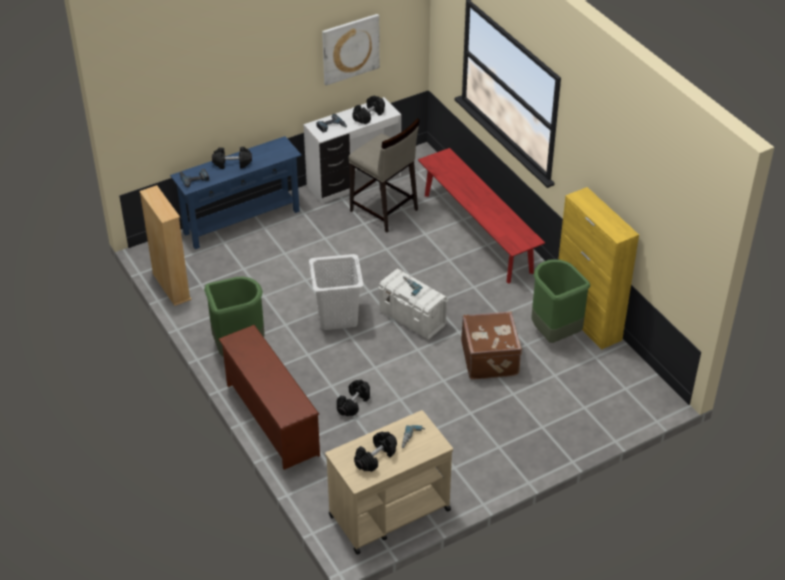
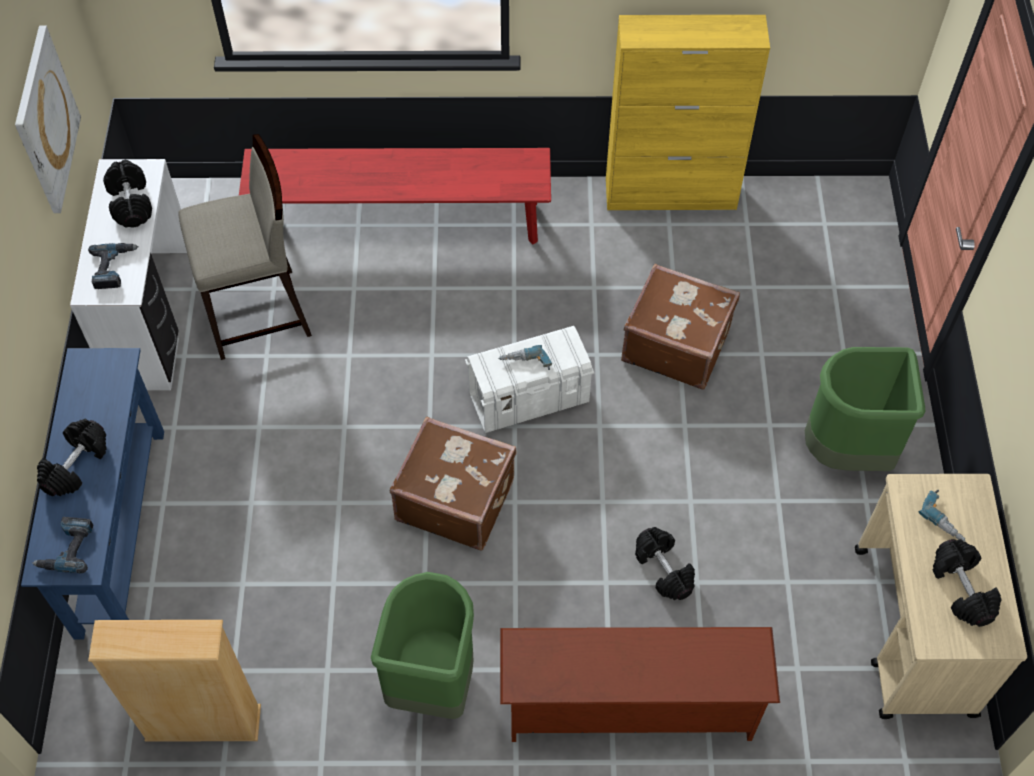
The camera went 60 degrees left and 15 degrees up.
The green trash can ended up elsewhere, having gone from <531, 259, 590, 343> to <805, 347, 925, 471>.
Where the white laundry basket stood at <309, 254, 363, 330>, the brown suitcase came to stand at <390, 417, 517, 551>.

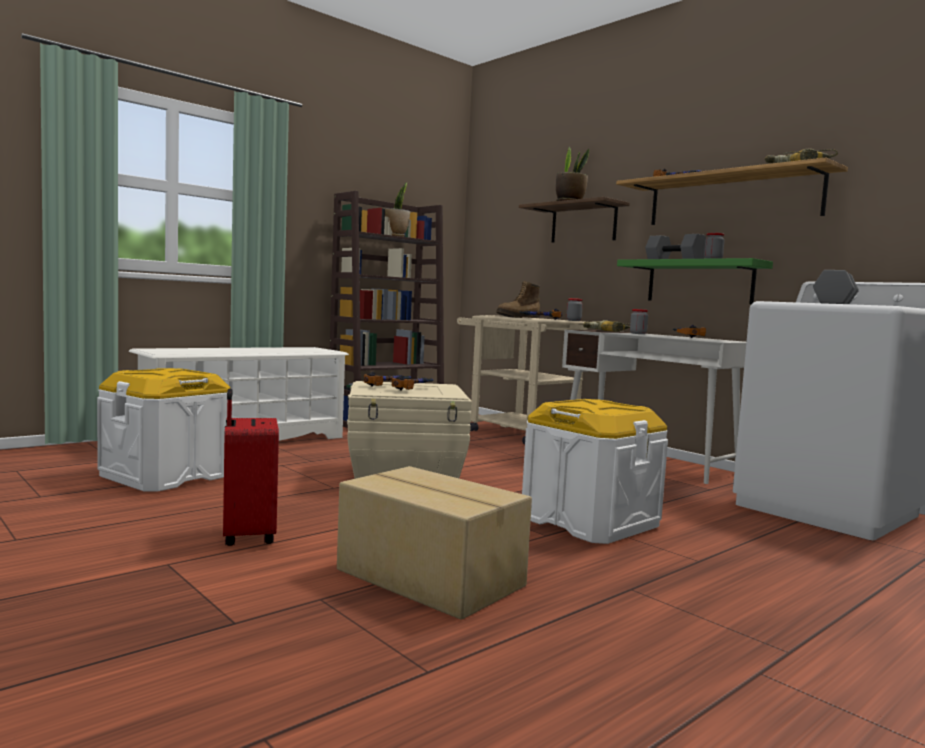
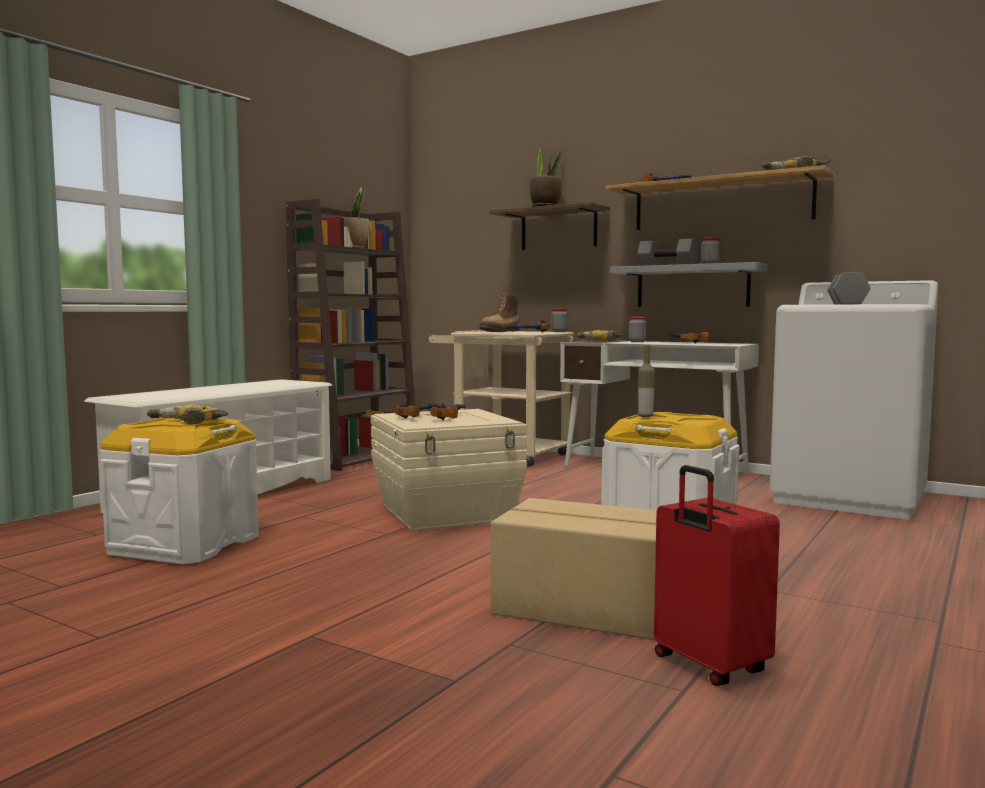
The camera went 15 degrees left and 0 degrees up.
The second view gained the power drill at <147, 405, 228, 425>.
The second view gained the bottle at <638, 346, 655, 417>.
The red suitcase ended up elsewhere, having gone from <223, 389, 279, 546> to <654, 465, 780, 686>.
What was the green shelf at <617, 258, 773, 304> turned into the grey shelf at <610, 262, 767, 307>.

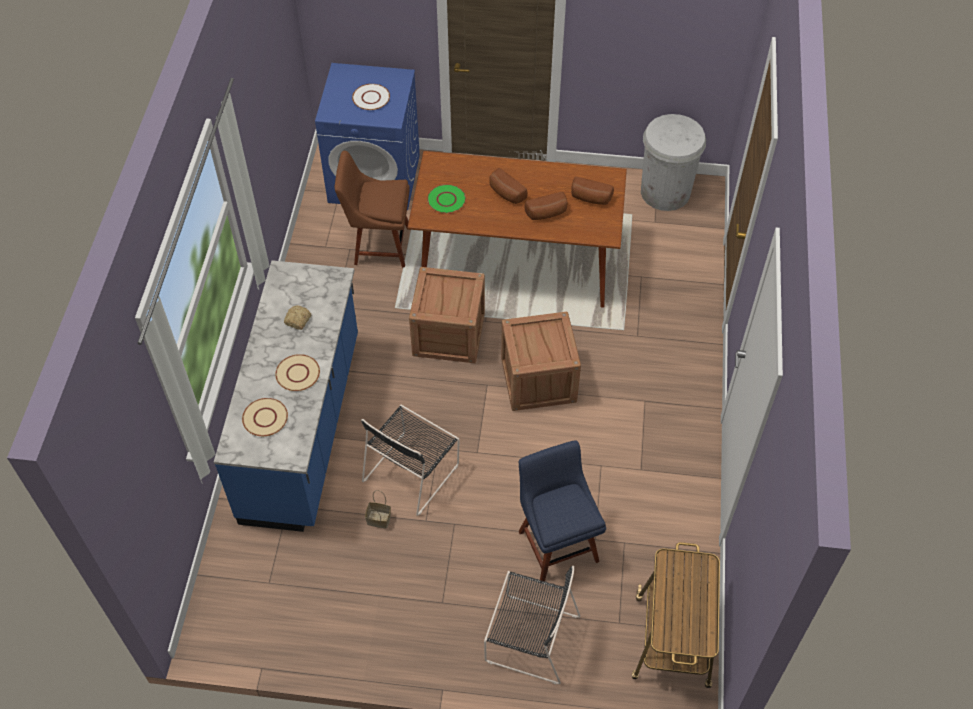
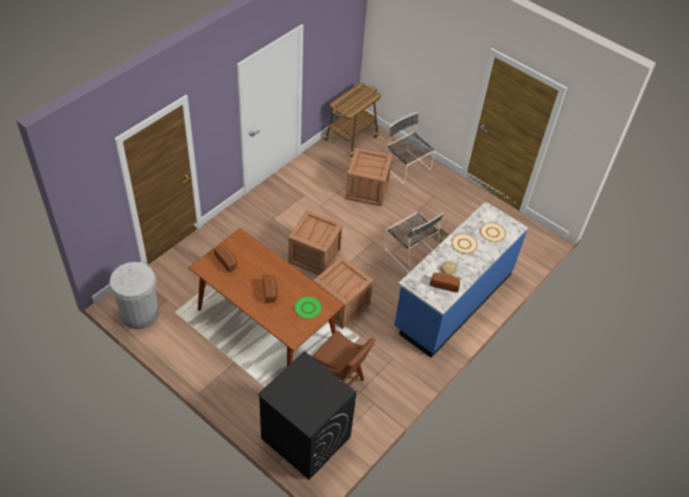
The camera went 150 degrees left and 5 degrees down.
The second view lost the white plate at <352, 84, 390, 110>.
The bread ended up elsewhere, having gone from <525, 192, 568, 220> to <430, 273, 460, 292>.
Where the blue chair stood at <519, 440, 606, 582>, the crate came to stand at <345, 148, 392, 207>.
What was the blue washing machine at <315, 63, 420, 210> turned into the black washing machine at <257, 351, 357, 480>.
The black chair at <361, 405, 459, 516> ended up facing another way, 75 degrees clockwise from before.

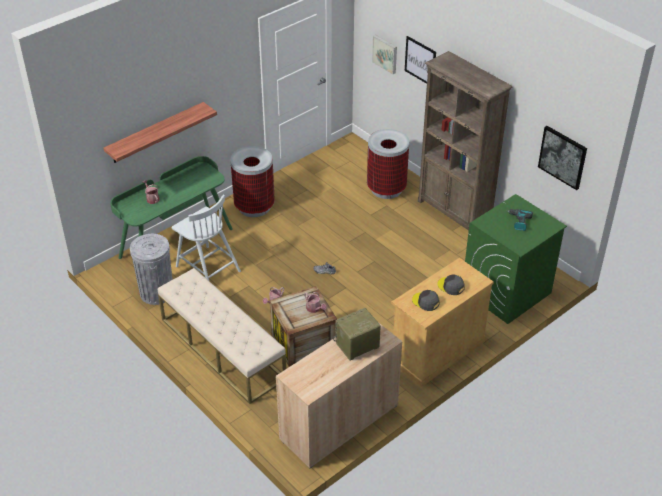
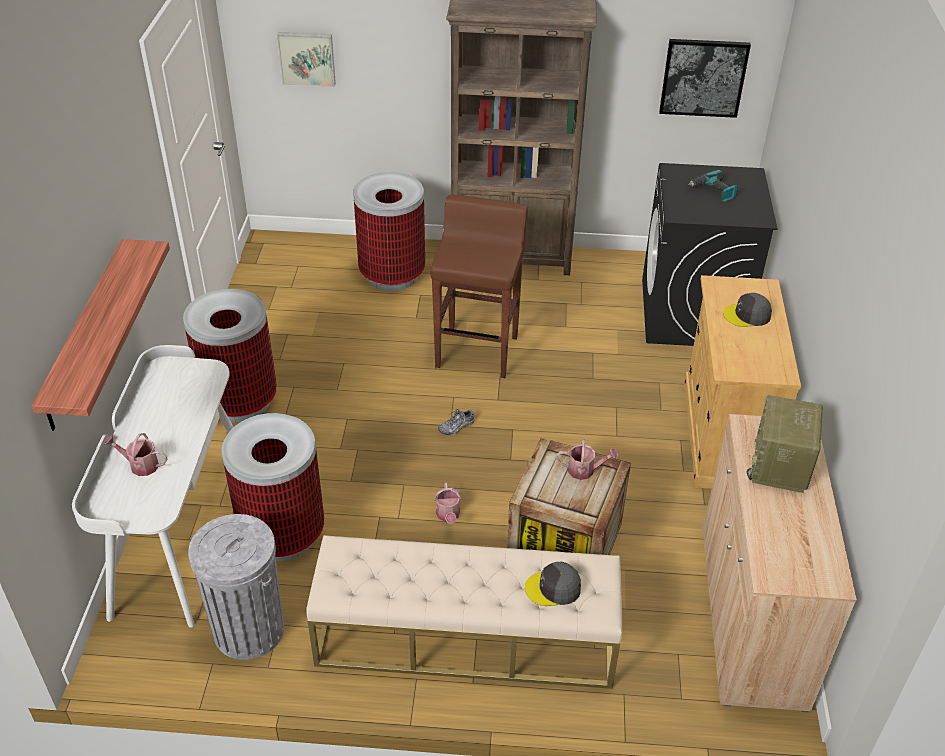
The camera went 45 degrees left and 0 degrees up.
The second view lost the picture at <405, 36, 436, 84>.
The second view gained the brown stool at <430, 195, 528, 378>.
The grey cap ended up elsewhere, having gone from <412, 290, 440, 311> to <525, 562, 581, 606>.
Where the white chair stood at <172, 195, 241, 281>, the trash can came to stand at <221, 413, 324, 561>.
What was the green desk at <110, 156, 233, 259> turned into the white desk at <72, 345, 233, 628>.
What was the green washing machine at <465, 194, 567, 324> turned into the black washing machine at <642, 163, 777, 346>.

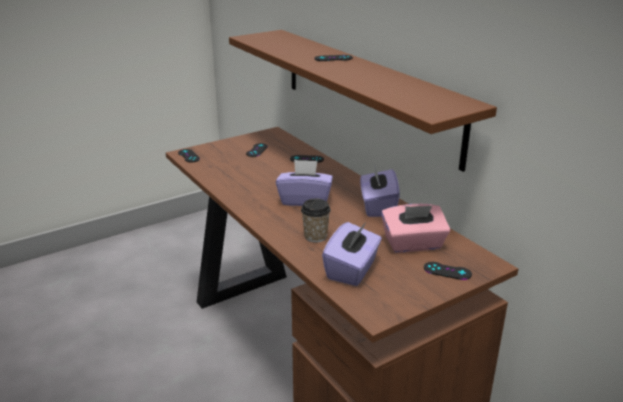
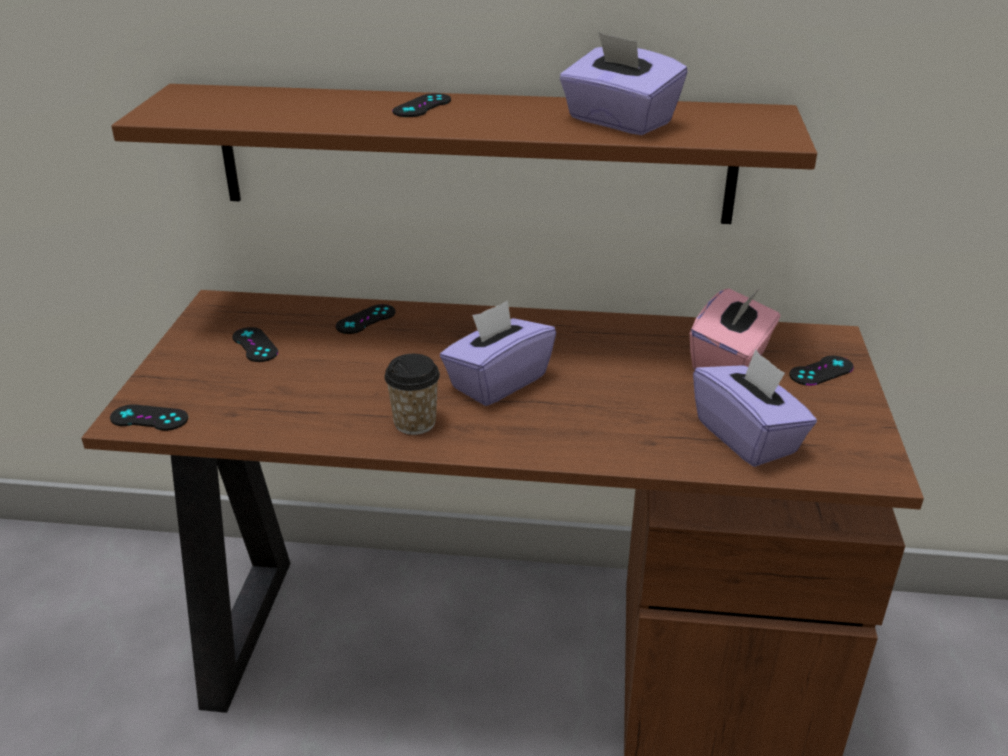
The camera went 50 degrees left and 5 degrees up.
The cup ended up elsewhere, having gone from <301, 199, 331, 242> to <384, 354, 440, 435>.
The purple tissue box ended up elsewhere, having gone from <360, 164, 400, 217> to <560, 32, 688, 135>.

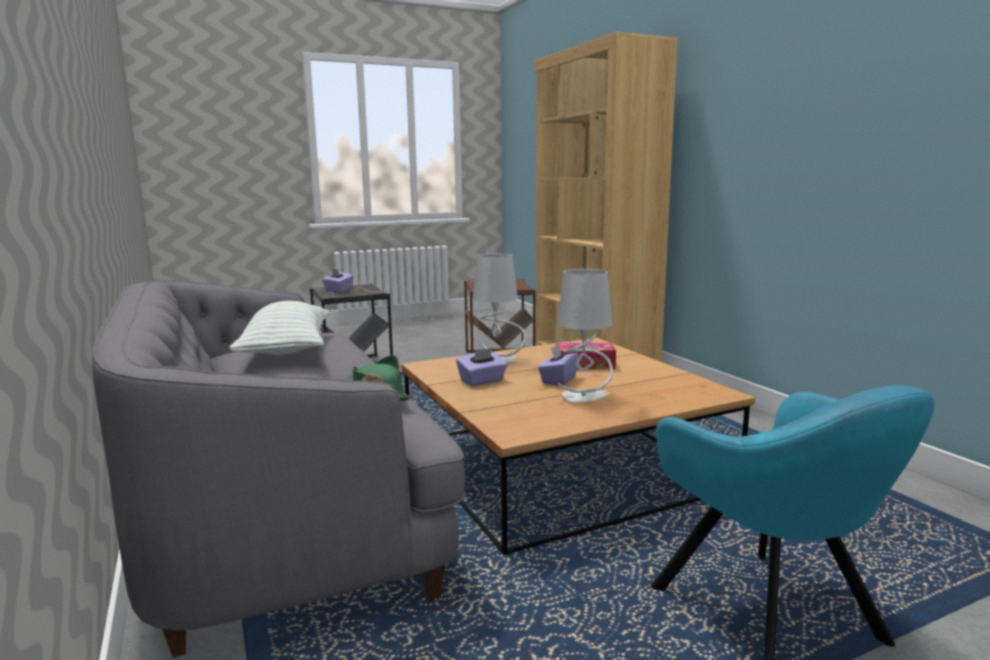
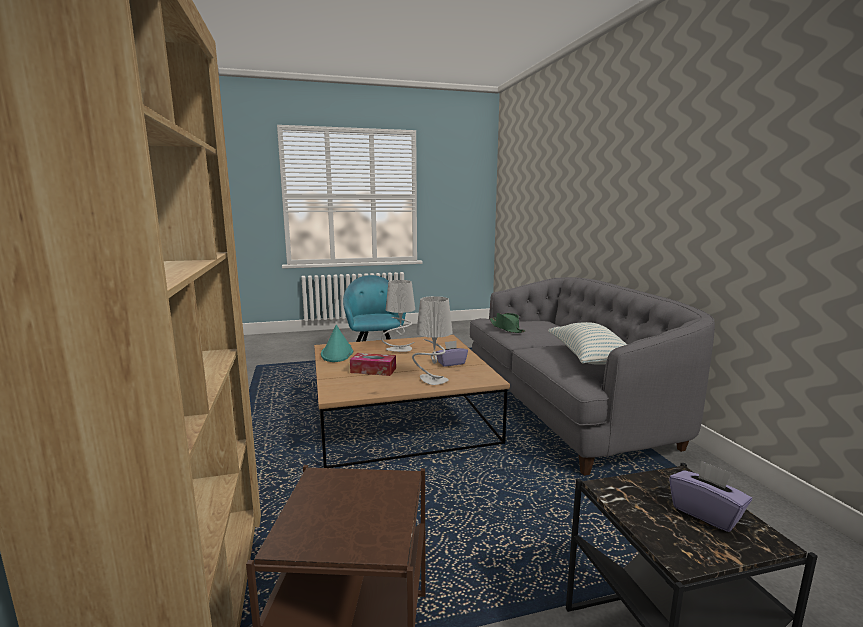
The camera went 170 degrees left and 0 degrees up.
The second view lost the purple tissue box at <538, 344, 579, 386>.
The second view gained the turquoise hat at <321, 325, 353, 362>.

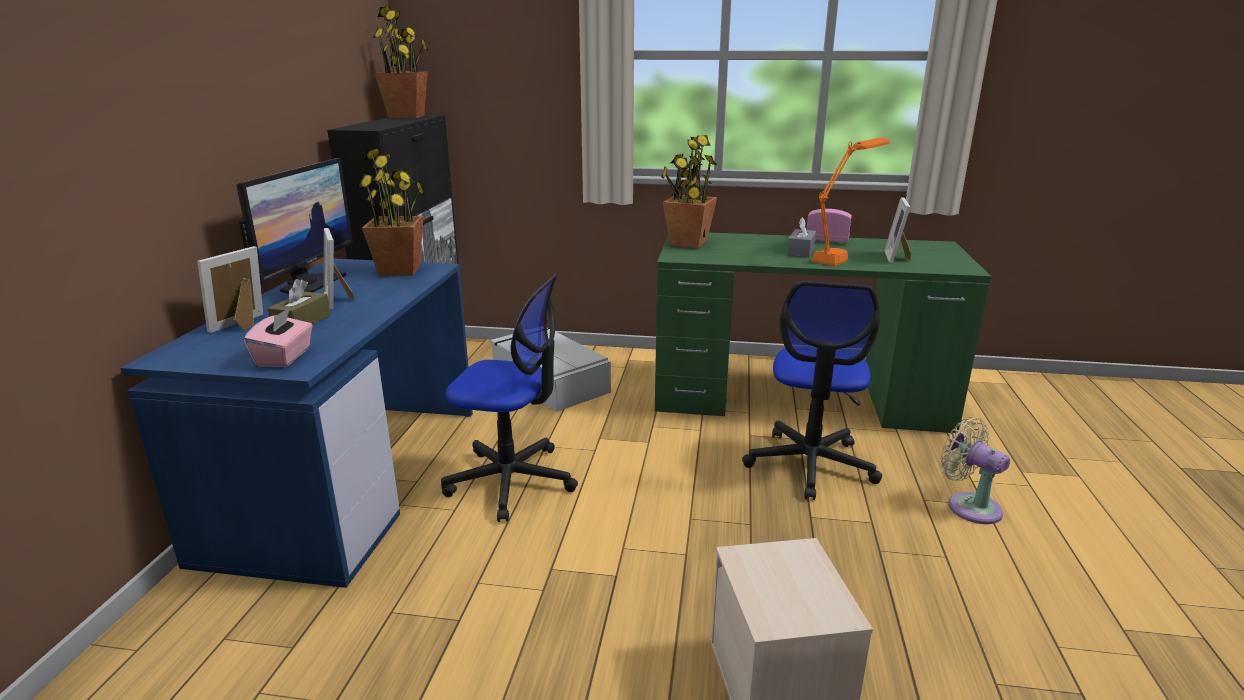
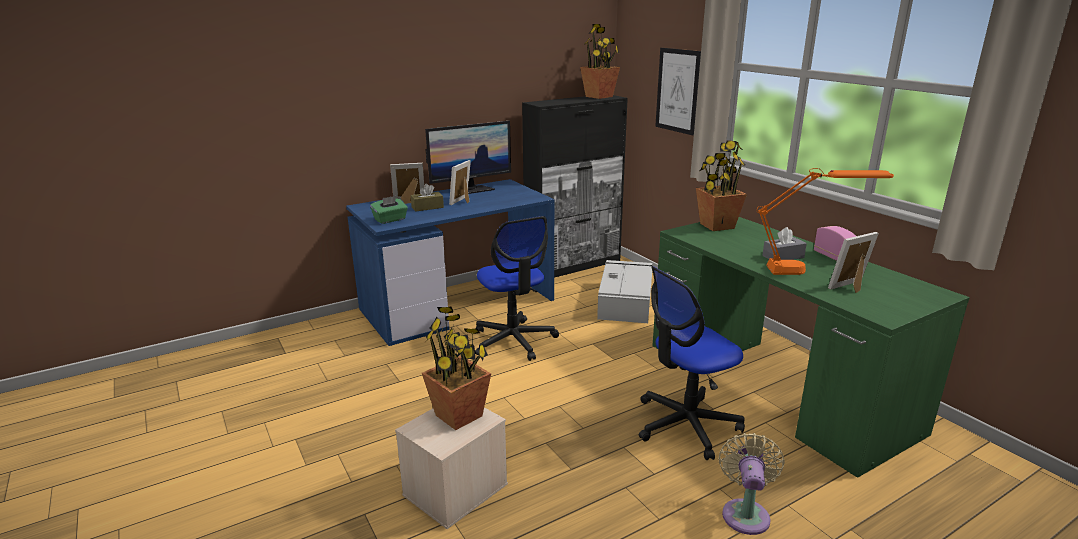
The camera went 50 degrees right and 0 degrees up.
The second view gained the picture at <655, 48, 701, 135>.
The potted plant ended up elsewhere, having gone from <358, 148, 426, 276> to <422, 307, 491, 430>.
What was the pink tissue box at <244, 307, 313, 367> turned into the green tissue box at <370, 196, 408, 224>.

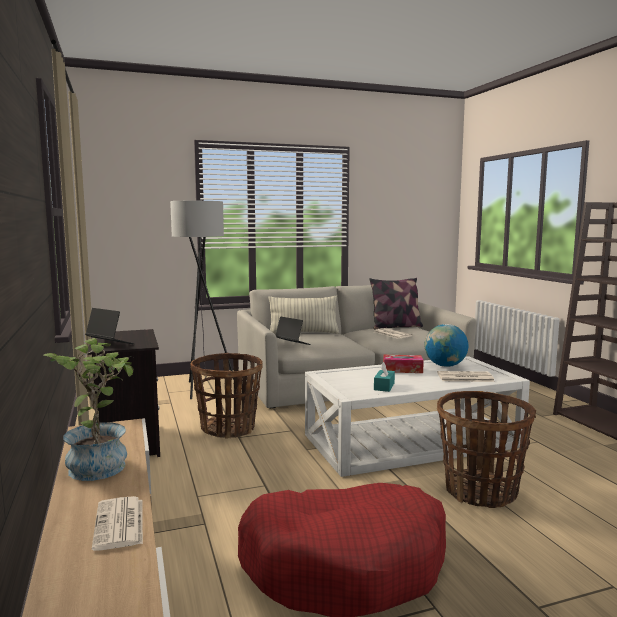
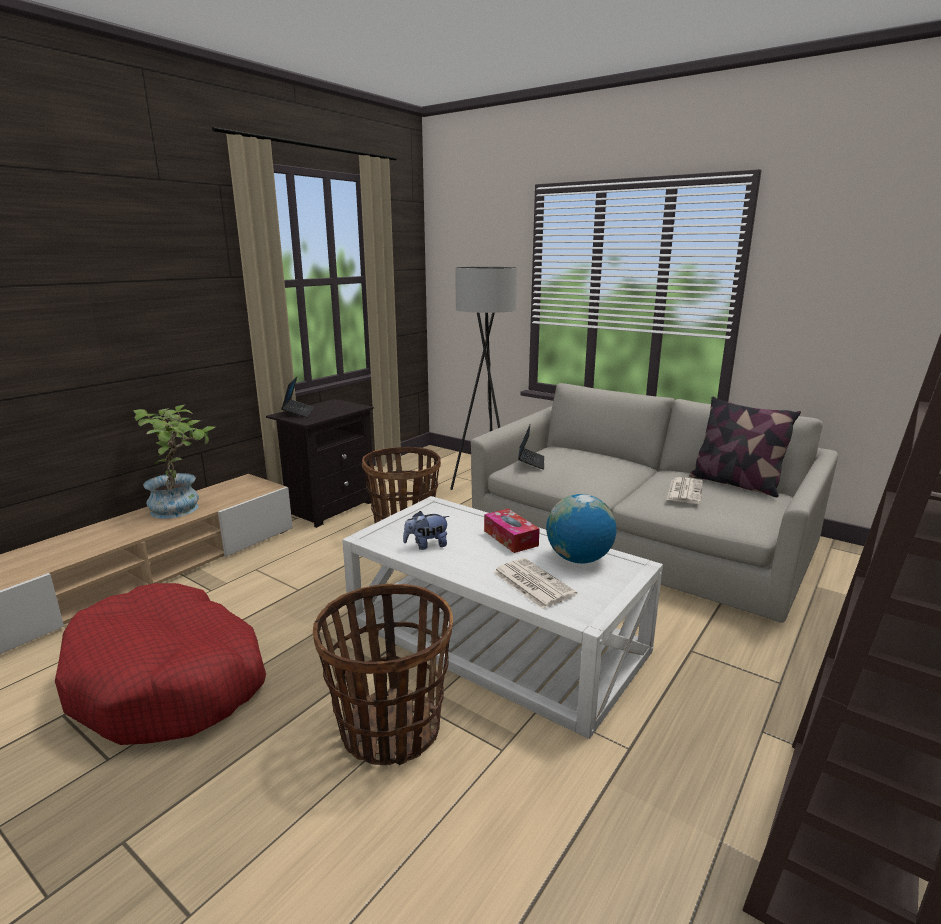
The camera went 55 degrees right and 10 degrees up.
The second view lost the newspaper at <92, 496, 143, 551>.
The second view lost the pillow at <268, 296, 339, 334>.
Where the turquoise tissue box stood at <374, 362, 395, 392>, the plush toy came to stand at <403, 511, 450, 550>.

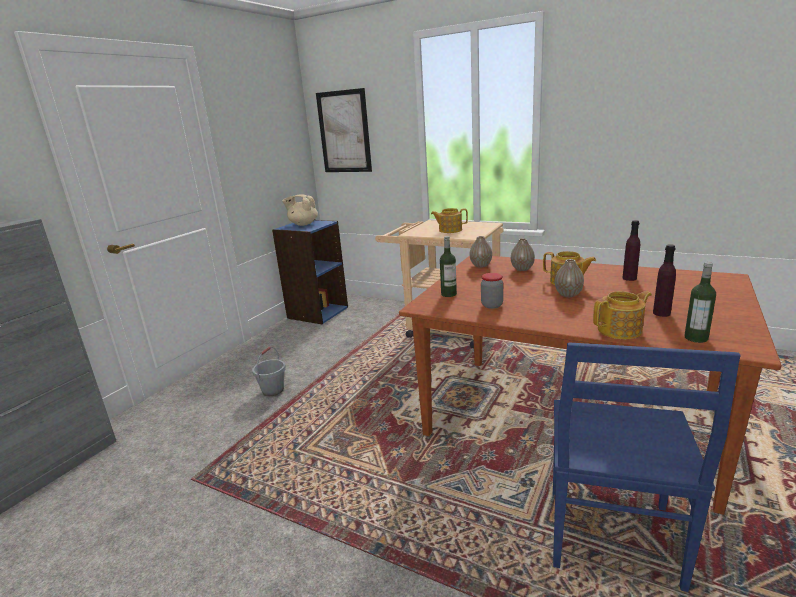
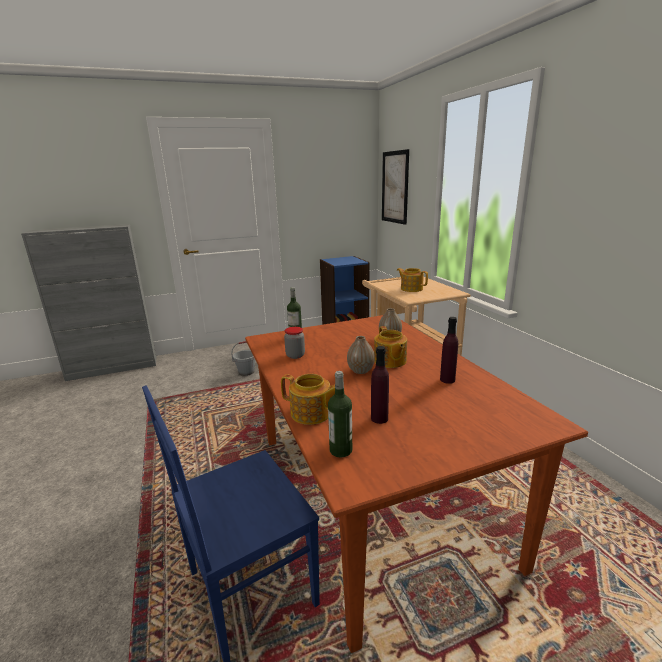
The camera went 40 degrees right and 0 degrees up.
The second view lost the beige teapot at <282, 194, 318, 226>.
The second view lost the vase at <470, 236, 492, 267>.

